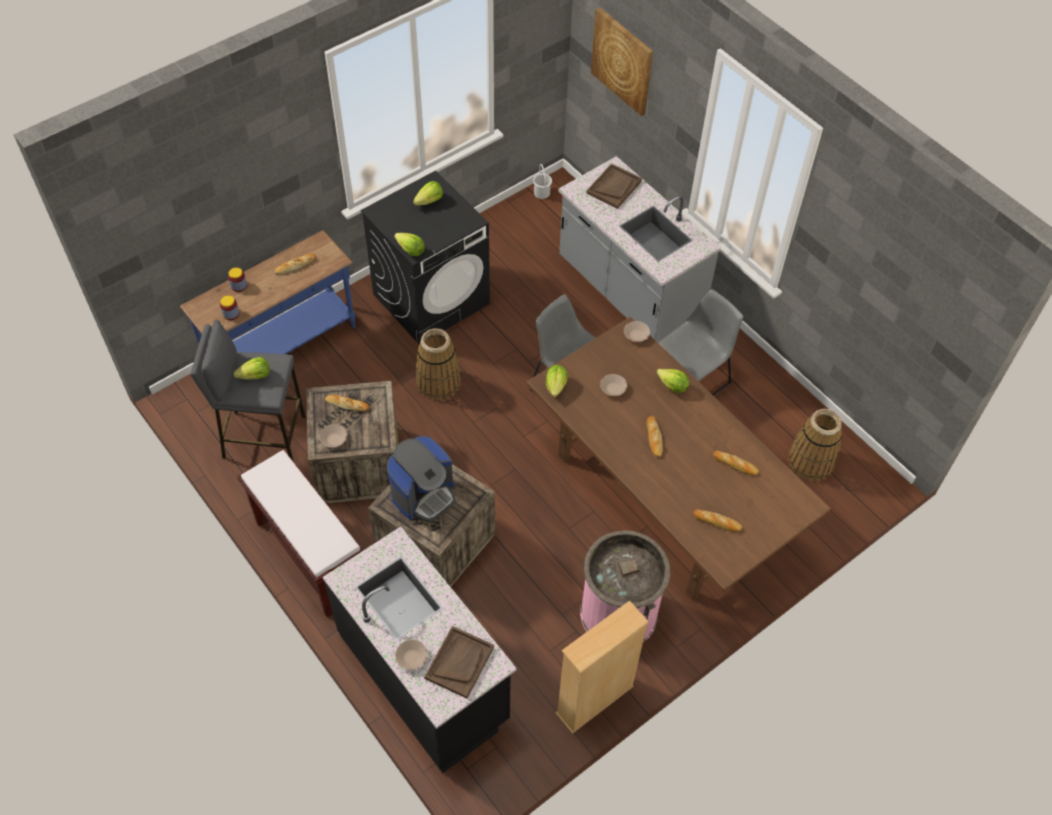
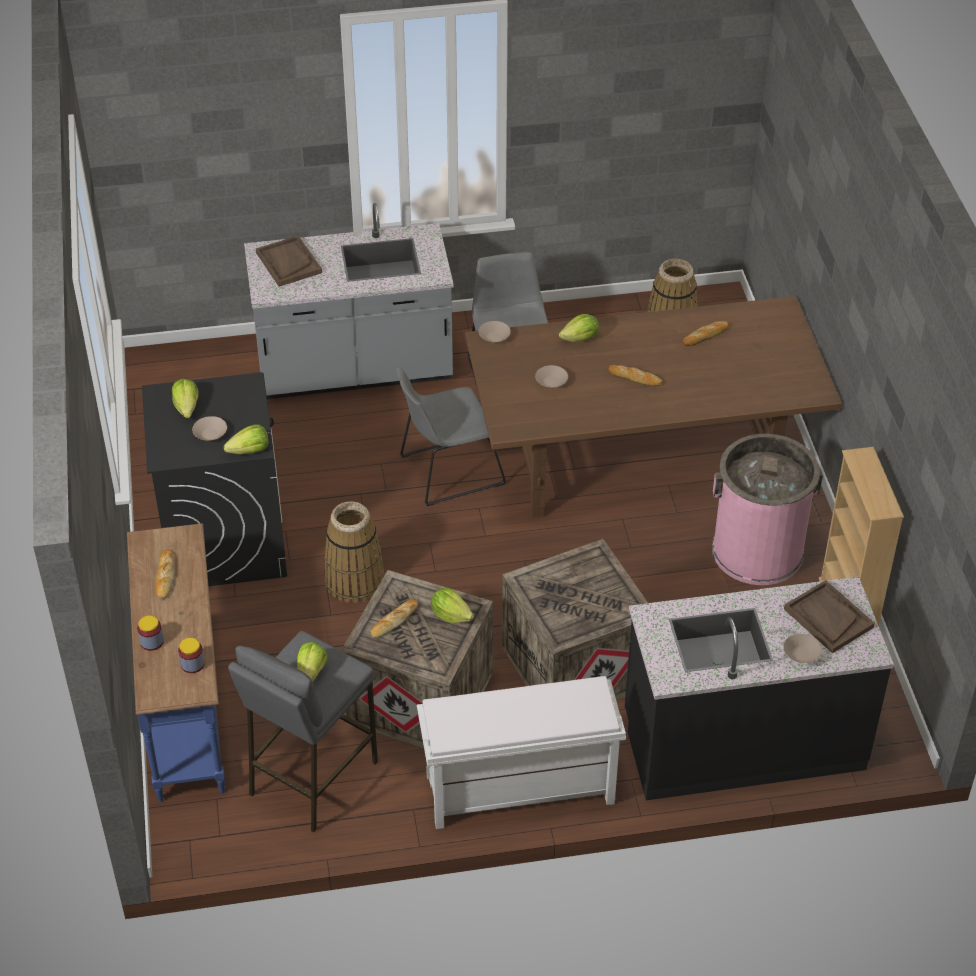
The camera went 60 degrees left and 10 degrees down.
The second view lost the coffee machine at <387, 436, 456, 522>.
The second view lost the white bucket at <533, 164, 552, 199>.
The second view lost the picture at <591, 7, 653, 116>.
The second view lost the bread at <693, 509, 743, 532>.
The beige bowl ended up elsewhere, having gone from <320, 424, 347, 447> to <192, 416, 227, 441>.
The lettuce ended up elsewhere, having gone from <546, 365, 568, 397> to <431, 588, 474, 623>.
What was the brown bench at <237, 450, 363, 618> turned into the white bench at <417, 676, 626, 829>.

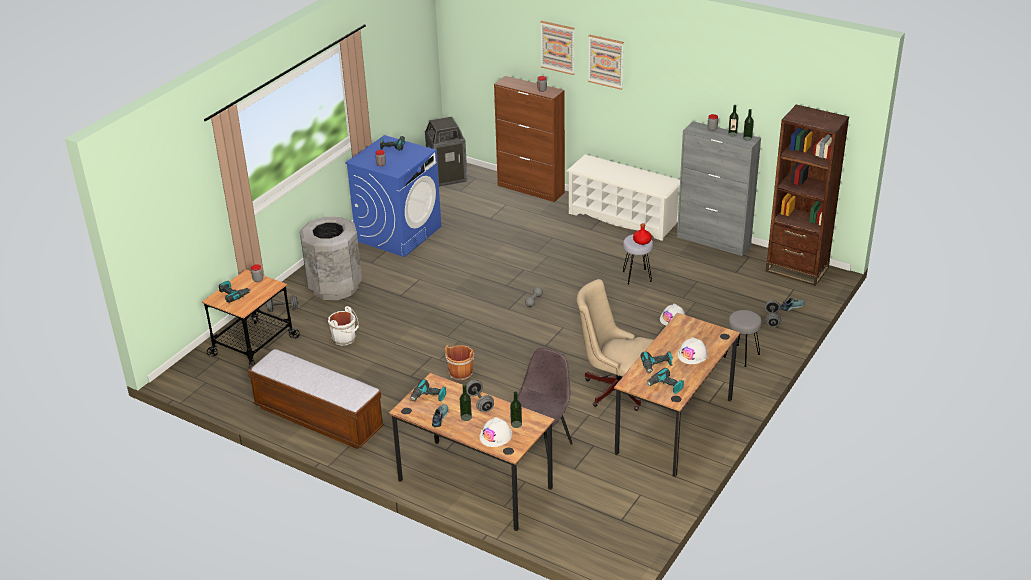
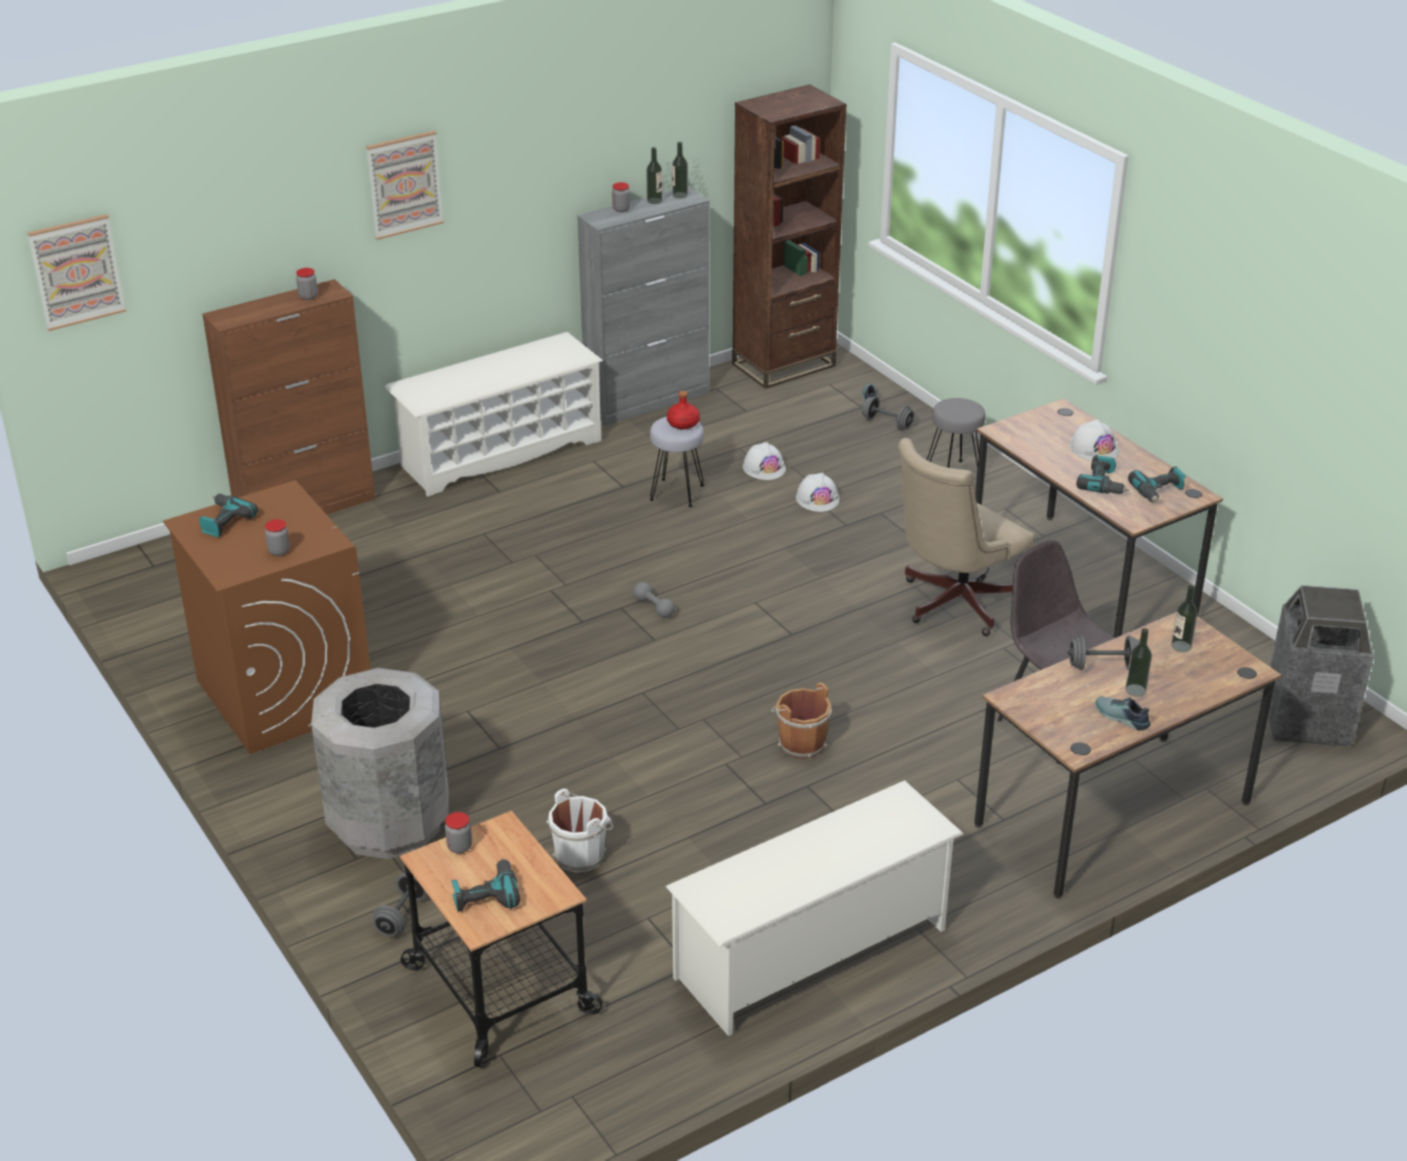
The camera went 65 degrees left and 0 degrees up.
The second view lost the power drill at <410, 379, 446, 402>.
The trash can ended up elsewhere, having gone from <425, 116, 467, 187> to <1269, 585, 1374, 747>.
The white hard hat ended up elsewhere, having gone from <479, 417, 512, 447> to <743, 442, 786, 480>.
The picture ended up elsewhere, having gone from <540, 21, 575, 75> to <27, 214, 126, 331>.
Where the bench stood at <248, 349, 384, 449>, the white shoe rack came to stand at <666, 780, 964, 1036>.
What was the blue washing machine at <345, 135, 441, 257> turned into the brown washing machine at <163, 480, 371, 754>.

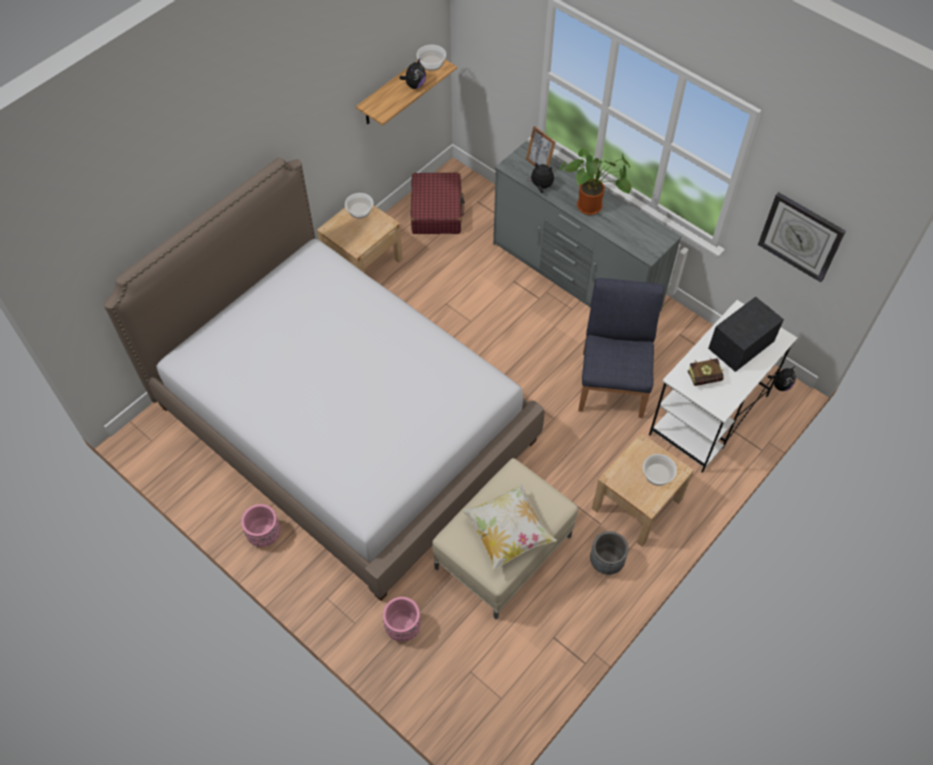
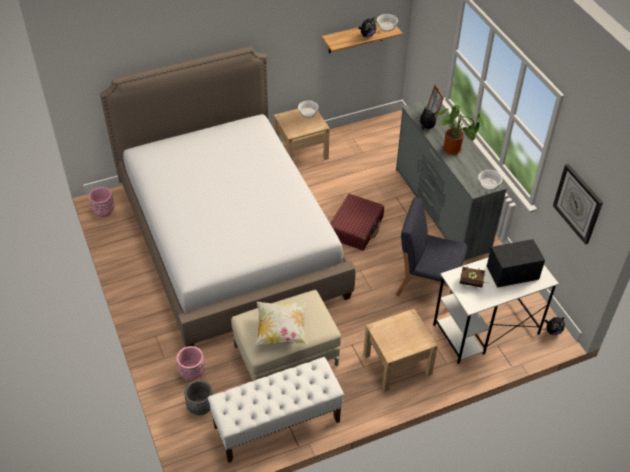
The camera went 25 degrees right and 10 degrees down.
The second view gained the white bench at <208, 357, 344, 463>.
The pink planter ended up elsewhere, having gone from <241, 504, 280, 547> to <89, 187, 115, 217>.
The red suitcase ended up elsewhere, having gone from <411, 172, 465, 234> to <330, 194, 384, 251>.
The grey planter ended up elsewhere, having gone from <590, 531, 628, 575> to <184, 380, 213, 415>.
The bowl ended up elsewhere, having gone from <643, 454, 677, 486> to <478, 170, 502, 190>.
The blue chair at <578, 278, 664, 418> ended up facing another way, 105 degrees counterclockwise from before.

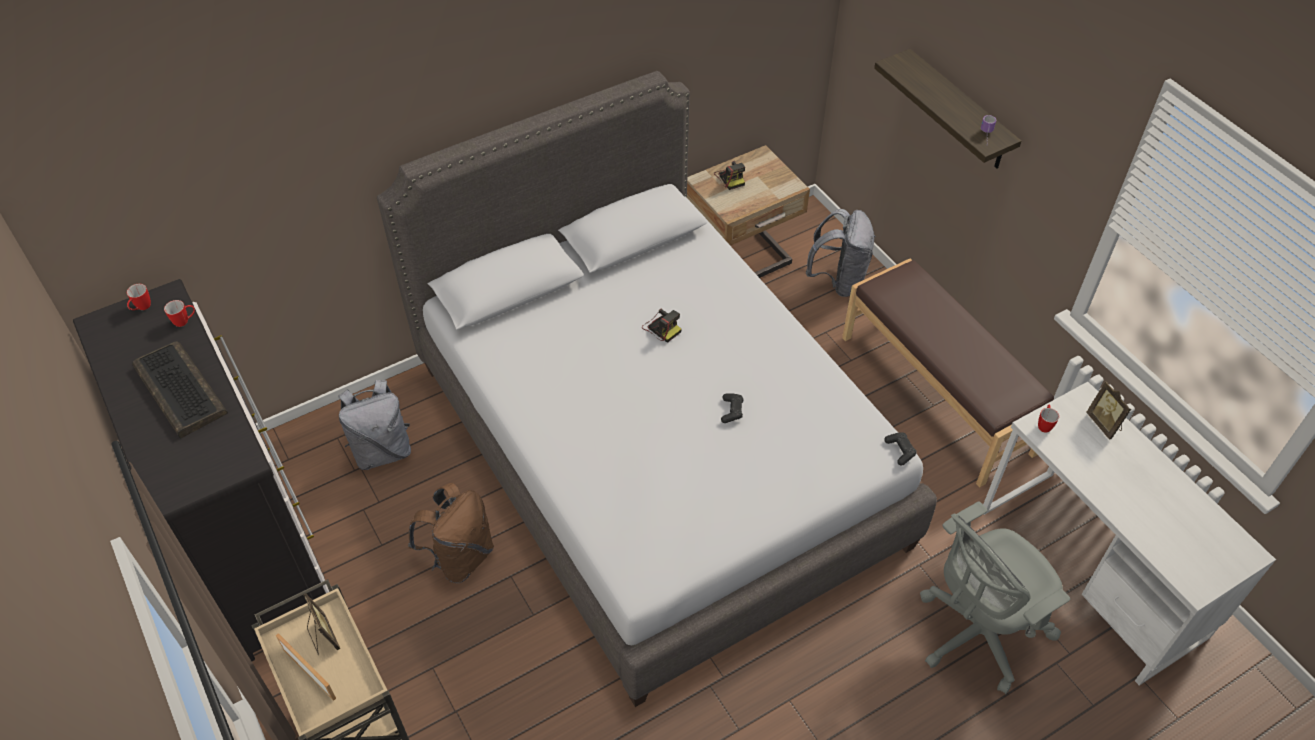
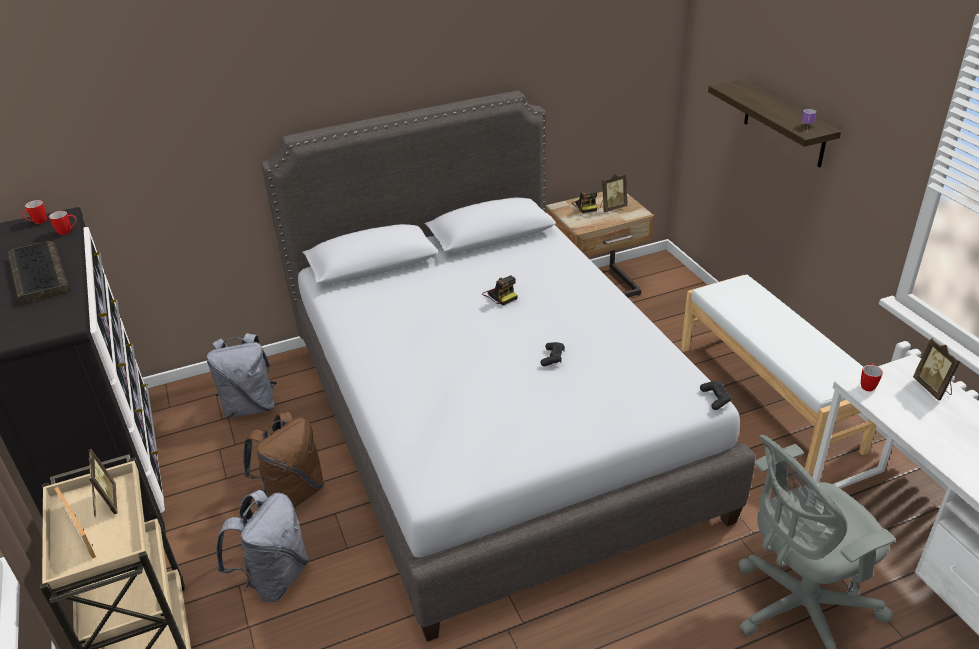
The camera went 10 degrees right and 15 degrees down.
The second view gained the picture frame at <600, 174, 627, 212>.
The grey backpack ended up elsewhere, having gone from <806, 209, 876, 297> to <216, 490, 309, 603>.
What was the brown bench at <842, 259, 1054, 487> turned into the white bench at <681, 275, 877, 475>.

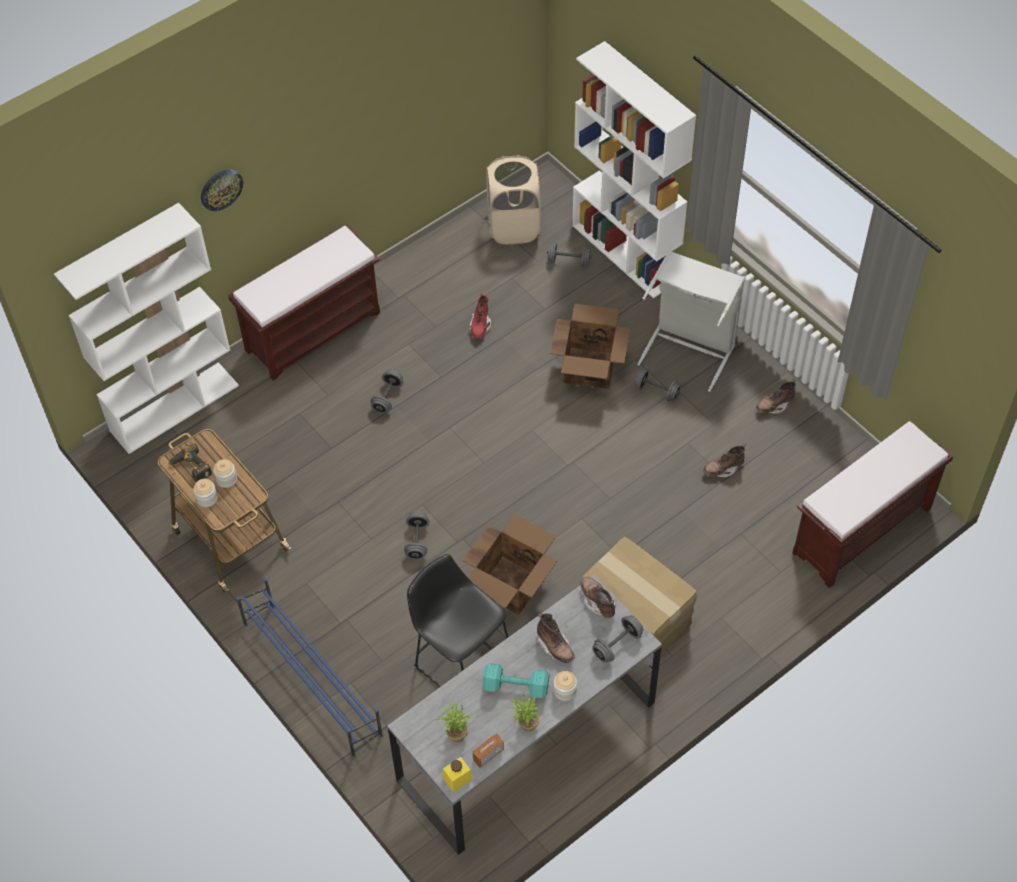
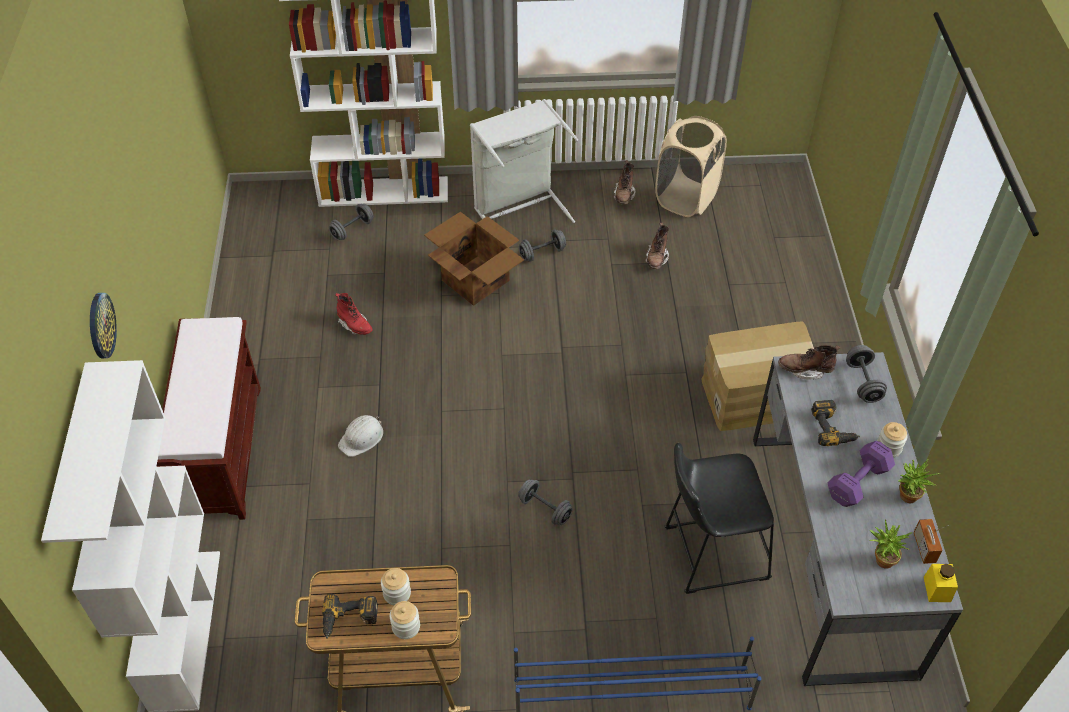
The camera went 55 degrees left and 5 degrees down.
The second view lost the cardboard box at <462, 515, 557, 615>.
The second view lost the brown bench at <792, 421, 953, 588>.
The beige laundry basket ended up elsewhere, having gone from <486, 155, 541, 244> to <655, 116, 727, 217>.
Where the grey dumbbell stood at <371, 370, 403, 414>, the white hard hat came to stand at <338, 415, 383, 457>.
Where the brown boot stood at <537, 613, 575, 663>, the power drill came to stand at <811, 400, 860, 446>.
What was the turquoise dumbbell at <482, 663, 549, 698> turned into the purple dumbbell at <828, 441, 895, 507>.

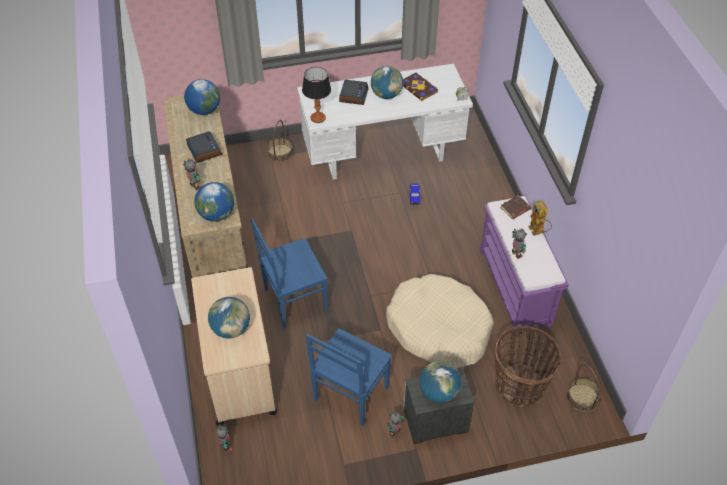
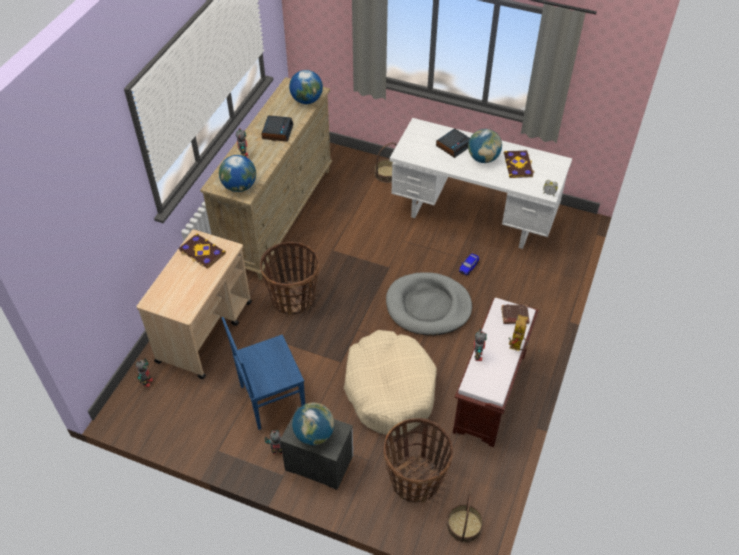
The camera went 35 degrees right and 0 degrees up.
The second view lost the globe at <208, 297, 250, 339>.
The second view lost the table lamp at <302, 67, 331, 123>.
The second view gained the book at <179, 233, 226, 269>.
The second view gained the grey dog bed at <386, 272, 472, 336>.
Where the blue chair stood at <251, 218, 327, 328>, the basket came to stand at <260, 242, 319, 315>.
What was the purple bench at <480, 195, 569, 333> turned into the brown bench at <453, 298, 538, 447>.

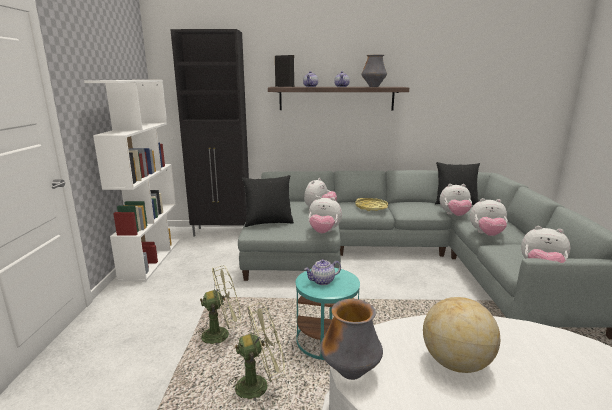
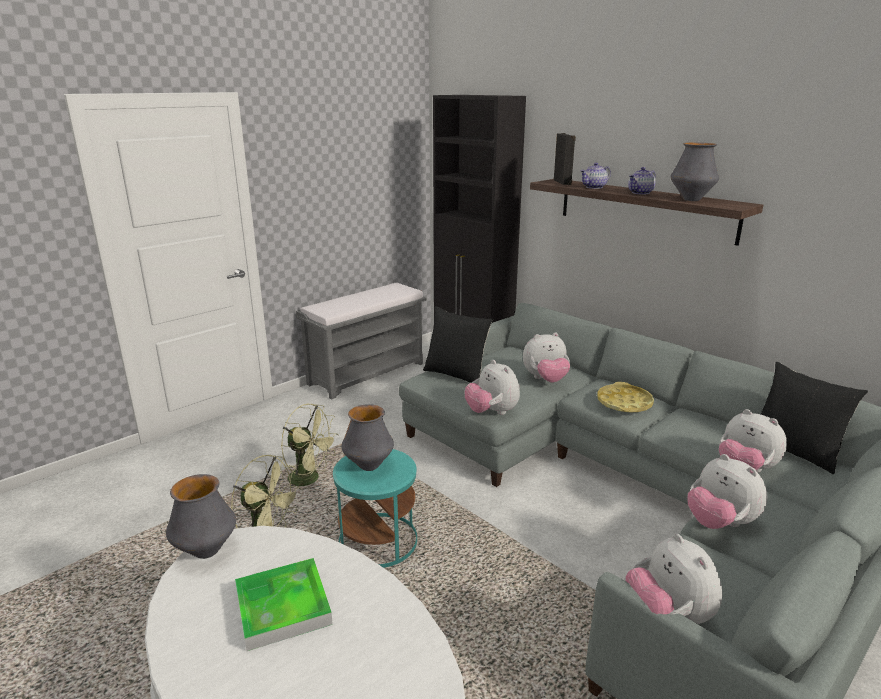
The camera went 45 degrees right and 5 degrees up.
Where the white bookcase stood at <84, 80, 180, 282>, the grey bench came to stand at <296, 282, 427, 399>.
Where the teapot stood at <304, 259, 341, 285>, the vase came to stand at <341, 404, 394, 471>.
Where the globe stood at <423, 297, 500, 373>, the tray came to stand at <235, 558, 333, 651>.

